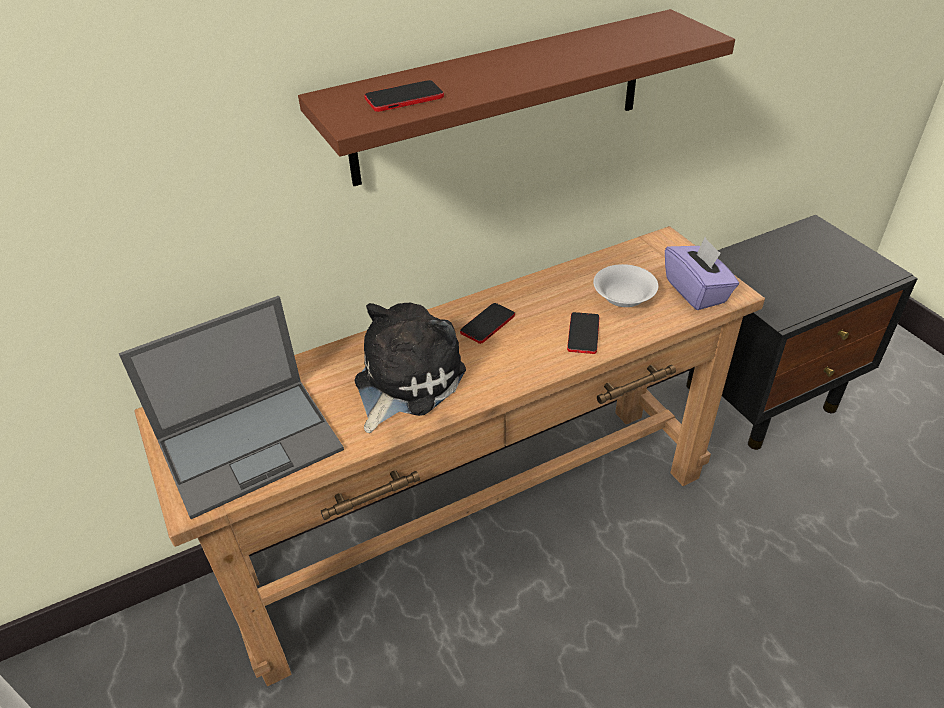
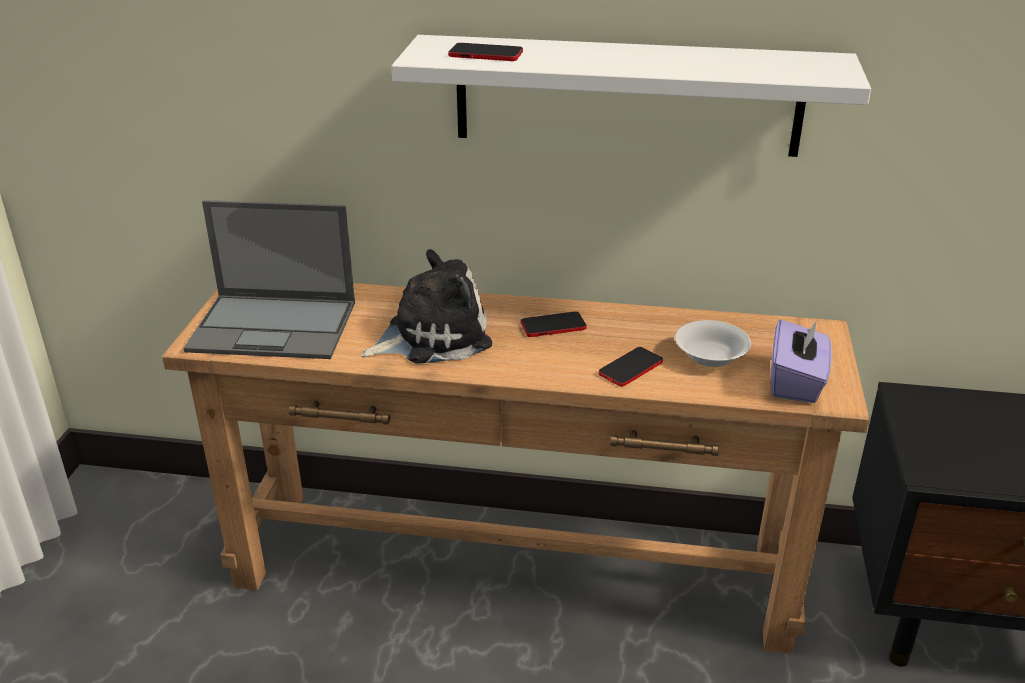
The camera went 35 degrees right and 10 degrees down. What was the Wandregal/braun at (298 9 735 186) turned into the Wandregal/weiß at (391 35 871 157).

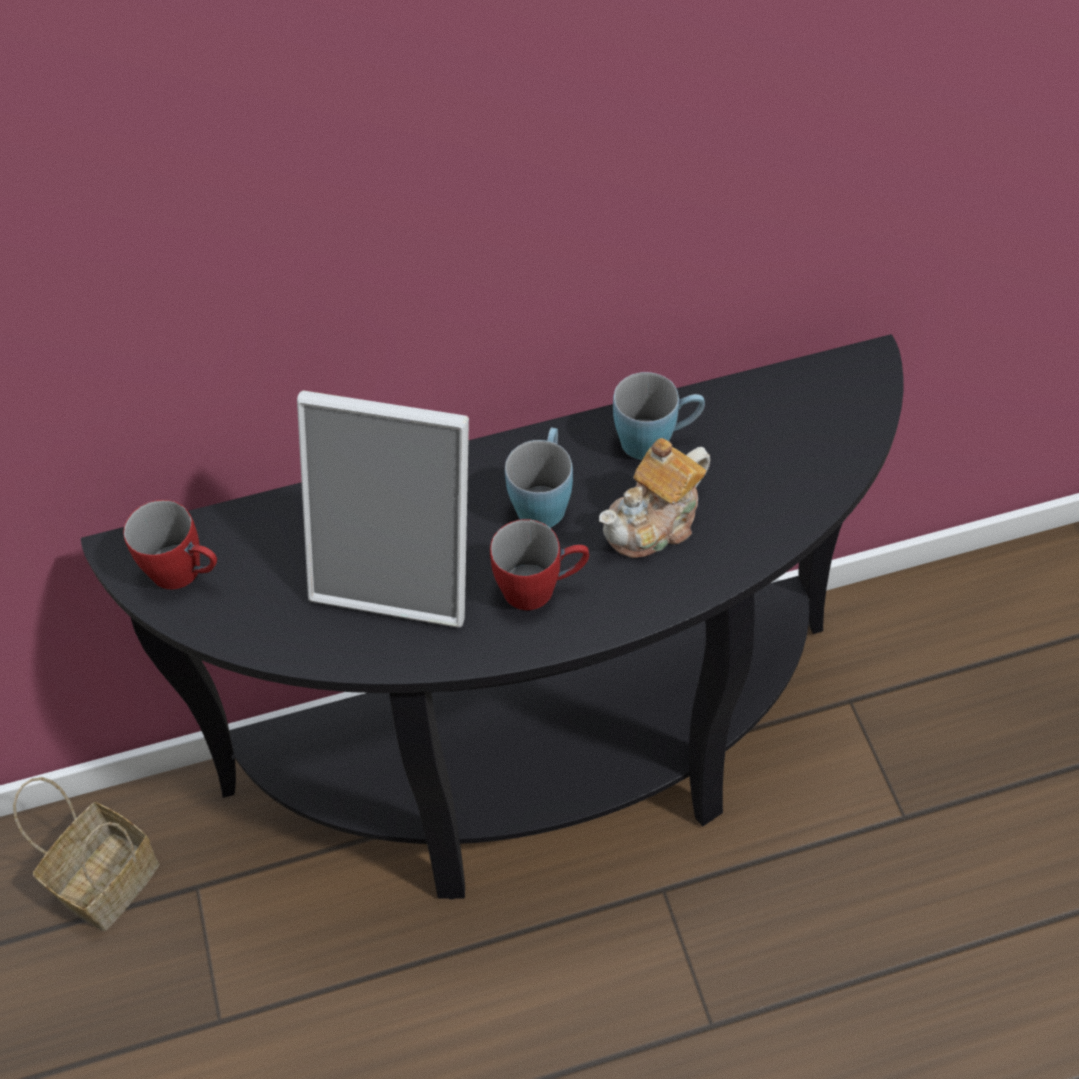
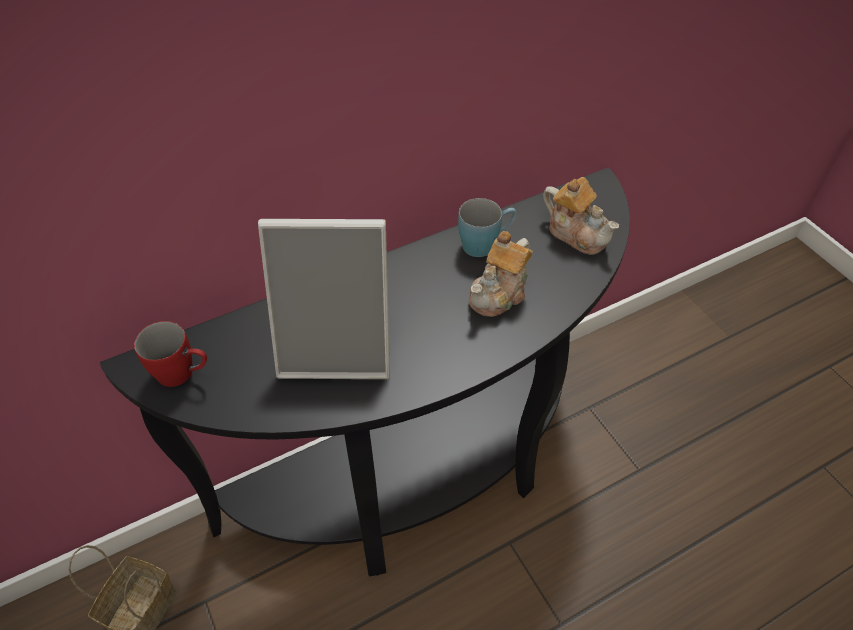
The camera went 15 degrees left and 5 degrees down. The second view lost the Henkelbecher/blau at (505 427 573 528). The second view lost the Henkelbecher/rot at (490 519 589 610). The second view gained the Teekanne at (543 177 619 255).

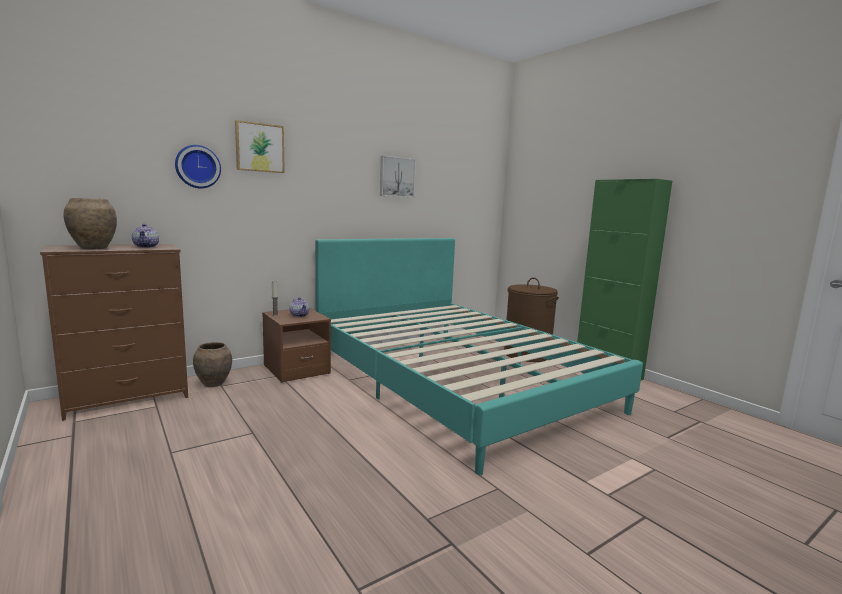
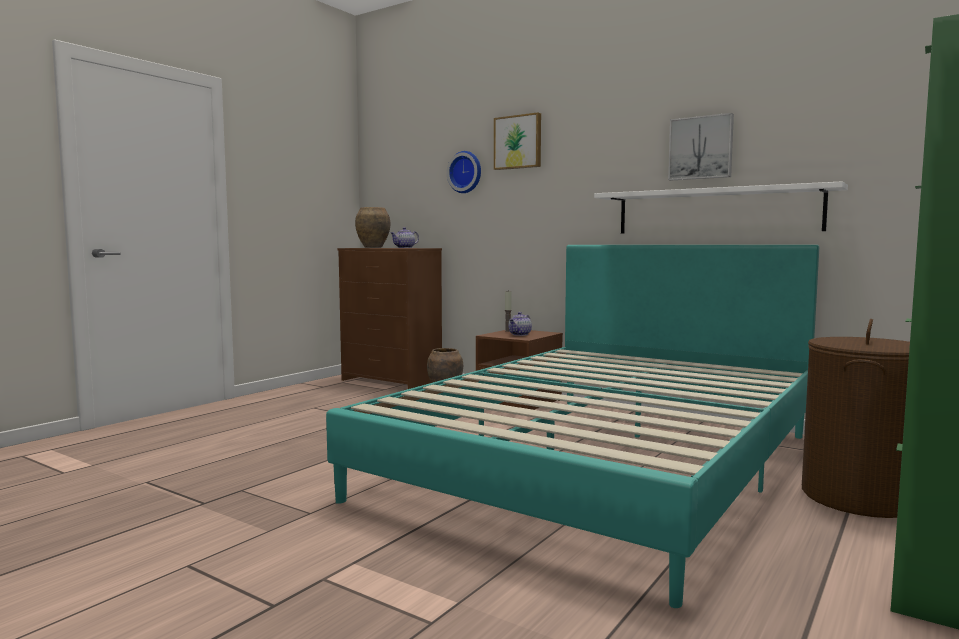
The camera went 70 degrees right and 5 degrees down. The second view gained the Wandregal/weiß at (594 181 848 233).

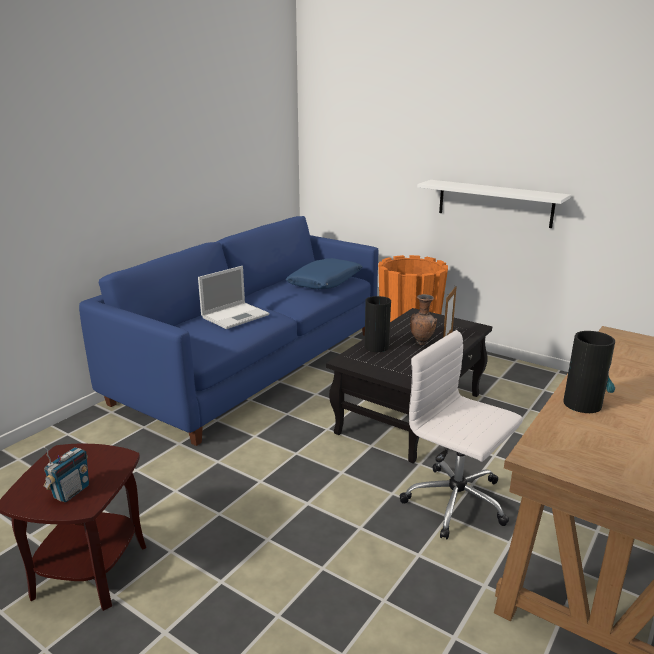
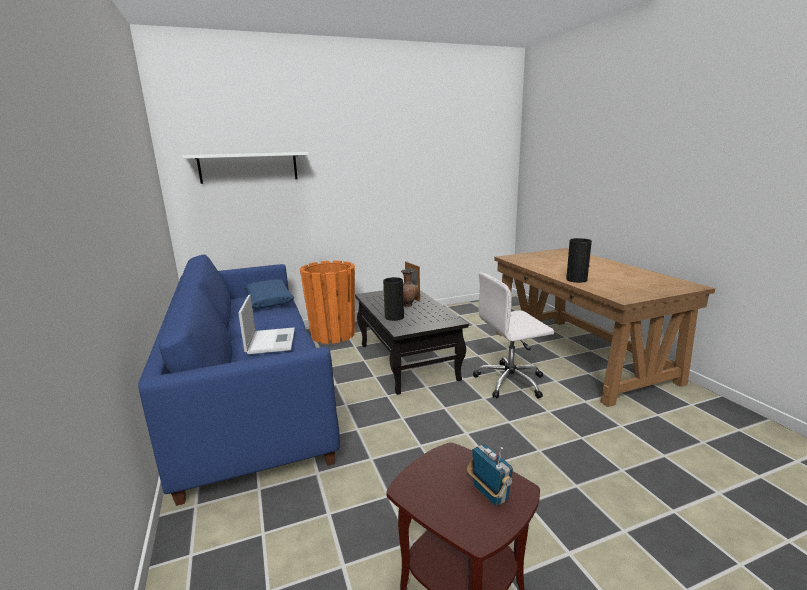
The camera went 55 degrees left and 5 degrees down. The Wandregal/weiß ended up elsewhere, having gone from (417 180 571 228) to (182 152 309 184).

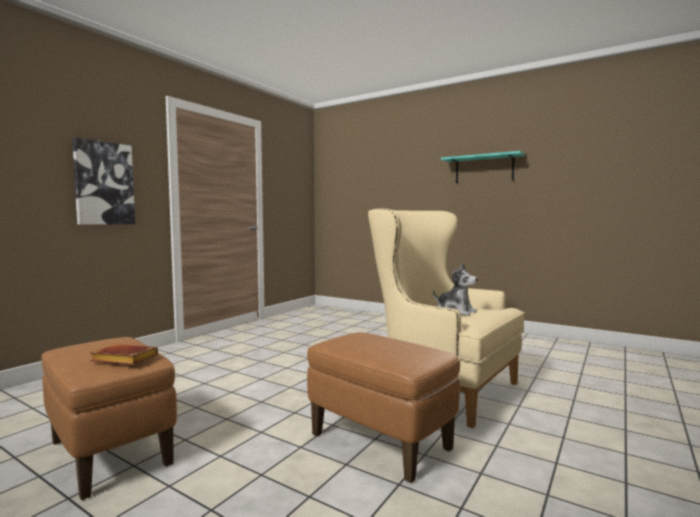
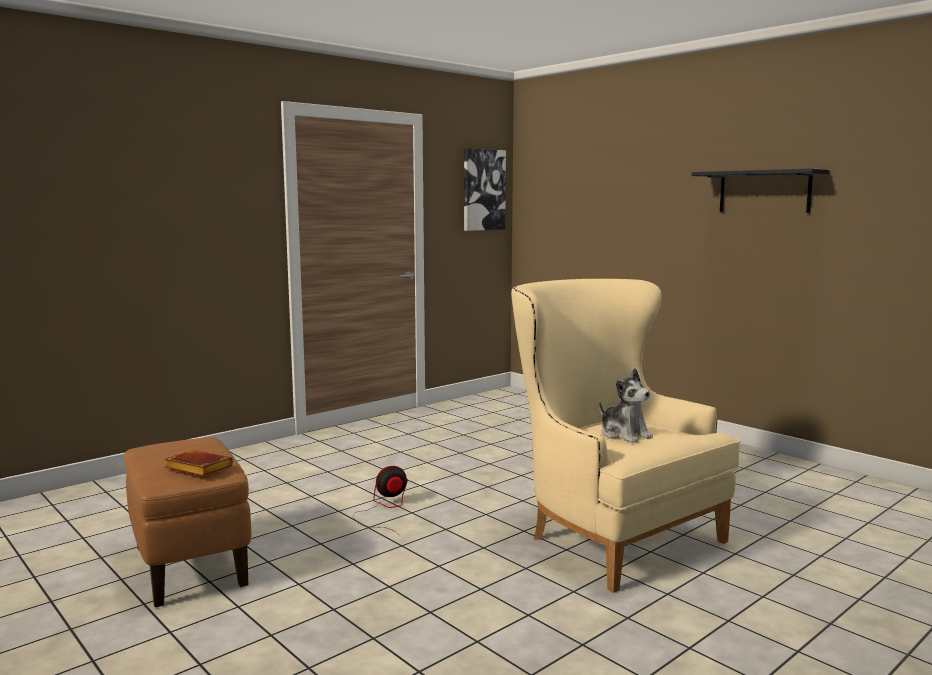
The camera went 15 degrees right and 5 degrees up. The Bild ended up elsewhere, having gone from (72 137 135 225) to (464 148 506 231). What was the Wandregal/türkis at (441 151 525 183) turned into the Wandregal/schwarz at (692 168 829 213). The second view lost the Polsterhocker/braun at (307 332 460 483). The second view gained the Ventilator at (353 466 408 536).

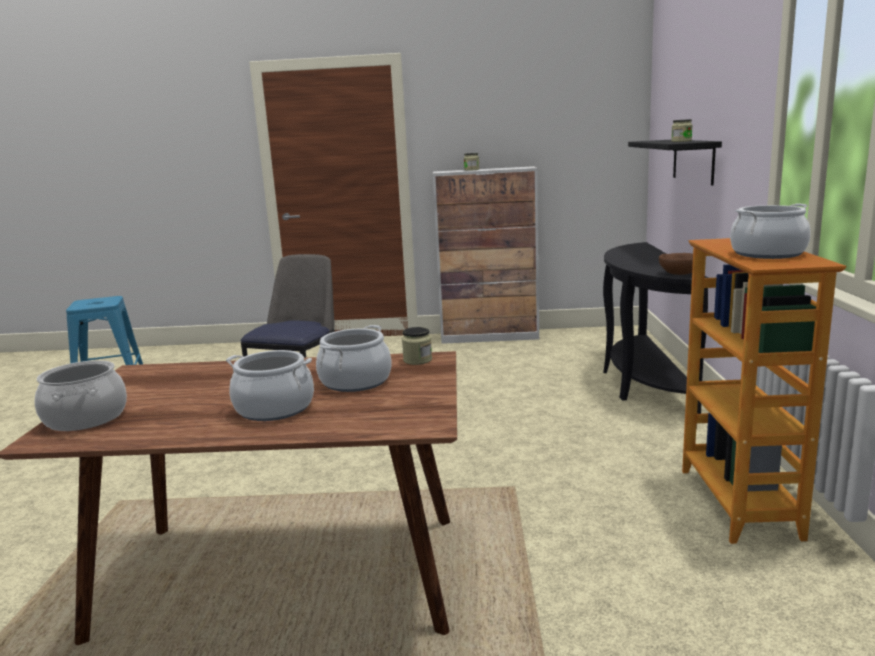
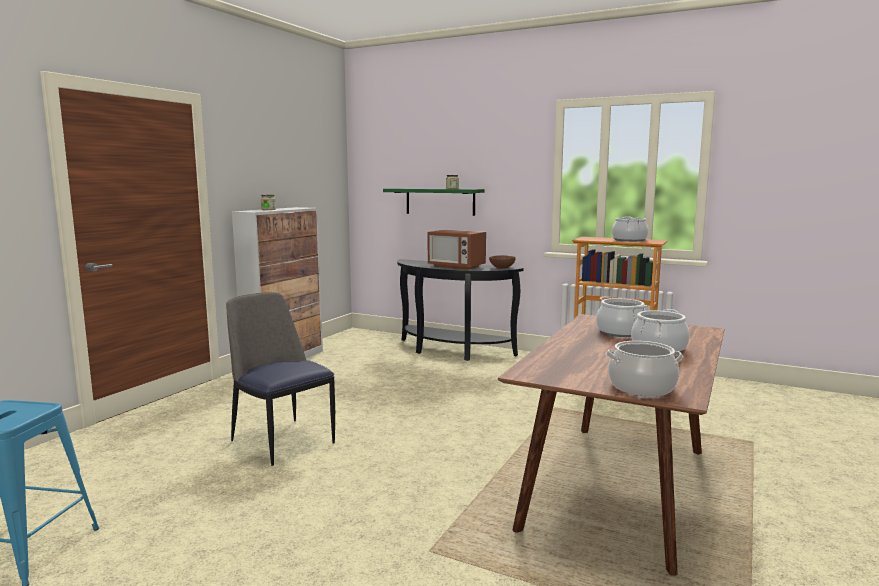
The camera went 65 degrees left and 5 degrees down. What was the Wandregal/schwarz at (628 140 722 186) turned into the Wandregal/grün at (383 188 485 216). The second view lost the Vorratsglas at (402 327 432 365). The second view gained the Mikrowelle at (428 230 486 270).

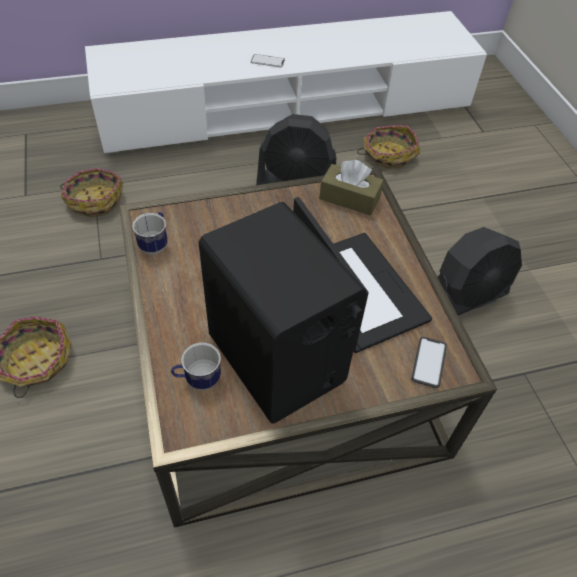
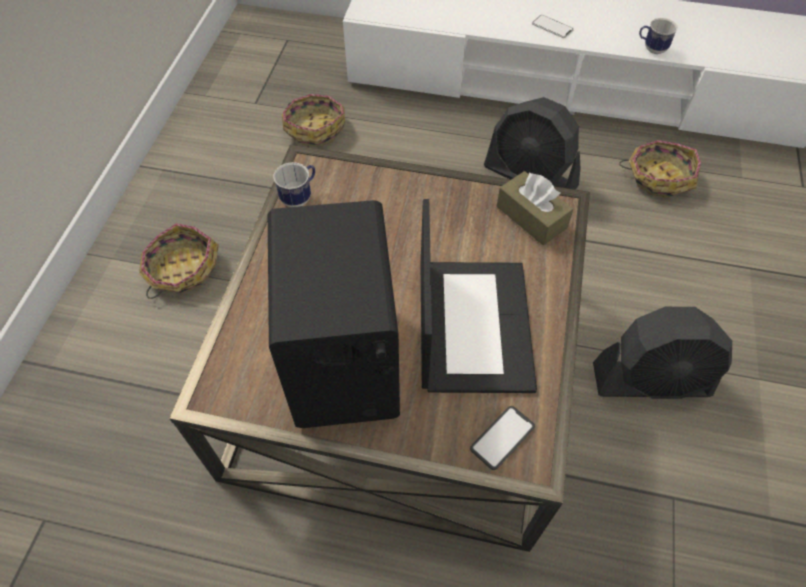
The camera went 30 degrees right and 5 degrees up. The Henkelbecher ended up elsewhere, having gone from (171 343 221 390) to (639 18 678 54).

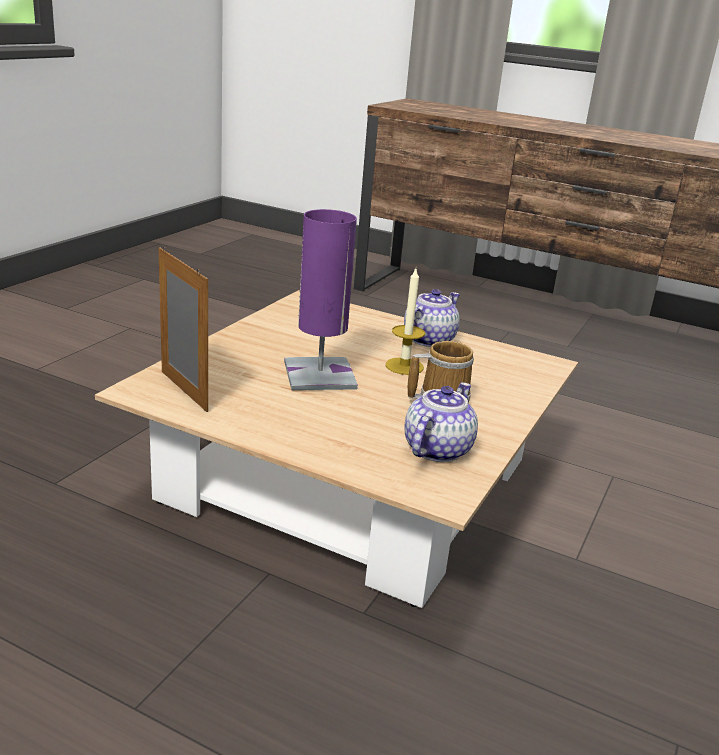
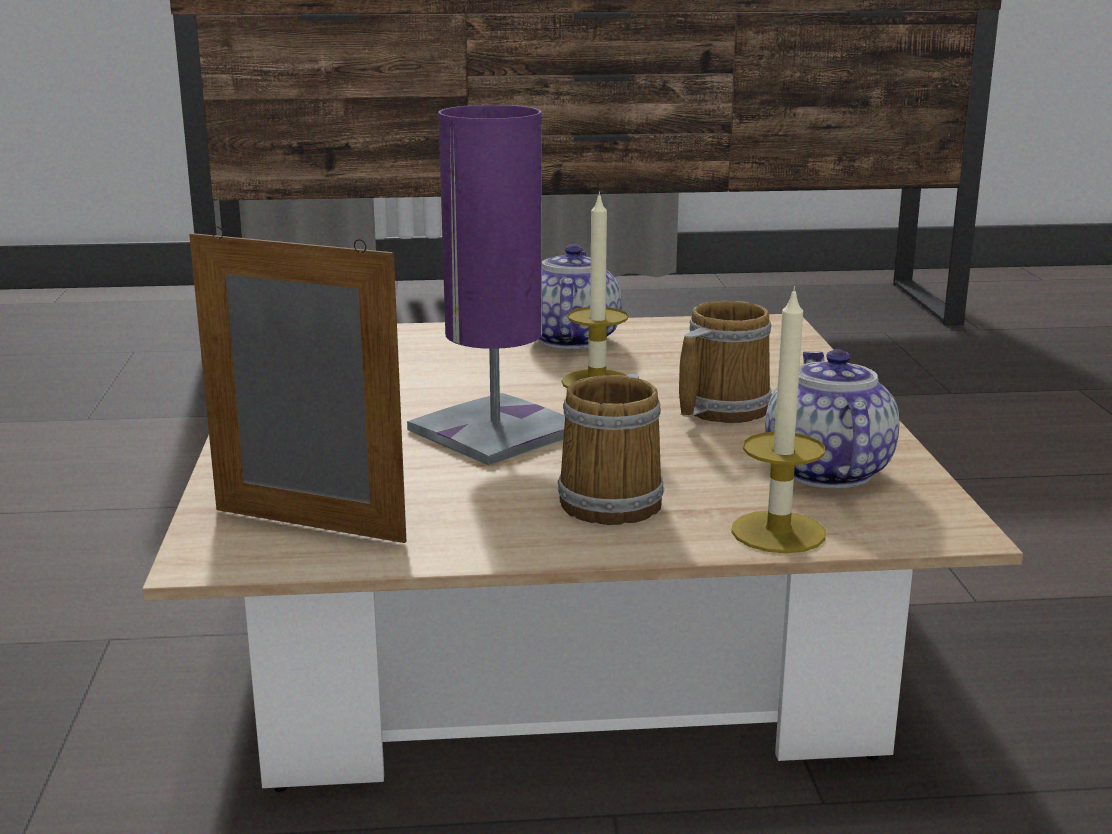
The camera went 30 degrees left and 5 degrees down. The second view gained the Kerze at (731 286 826 553). The second view gained the Henkelbecher at (557 374 664 525).

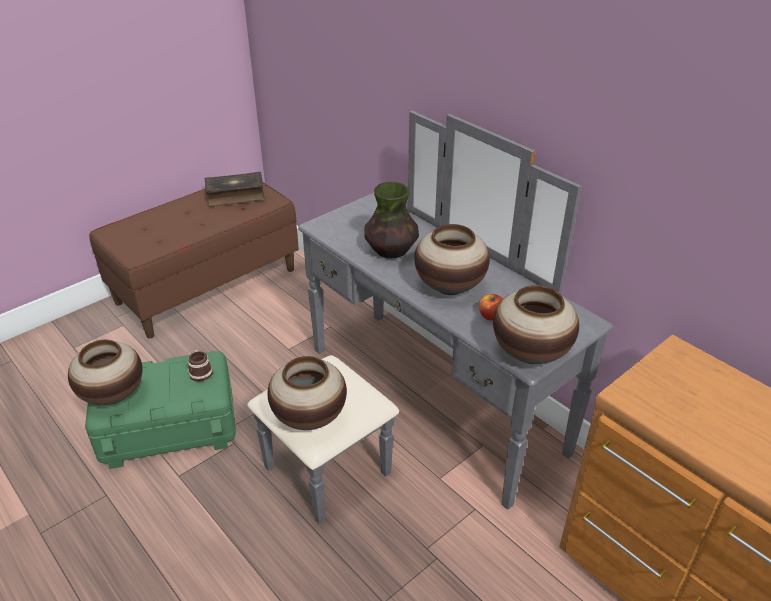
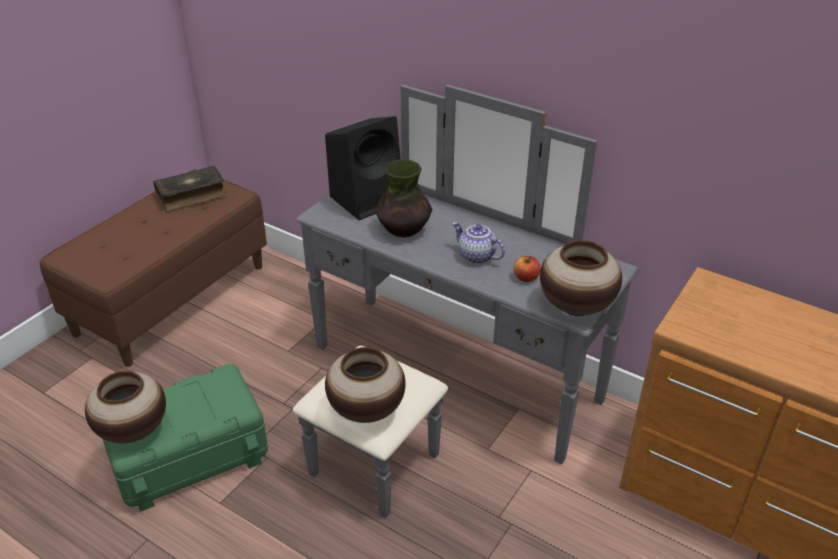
The camera went 15 degrees left and 0 degrees up. Where the Vase stood at (414 224 490 295), the Teekanne came to stand at (452 222 505 264). The second view lost the Henkelbecher at (188 349 213 382). The second view gained the Lautsprecher/schwarz at (325 116 401 220).

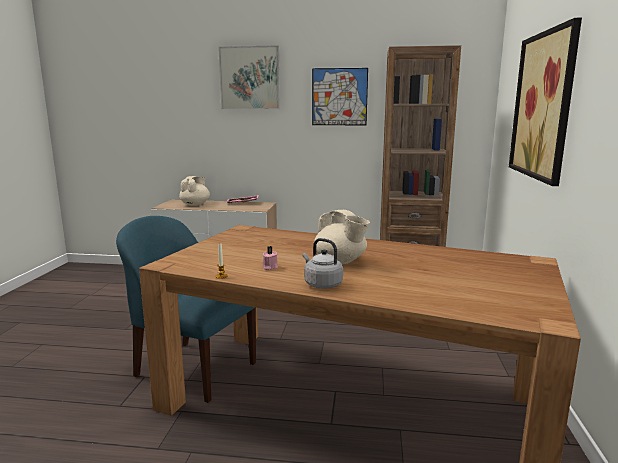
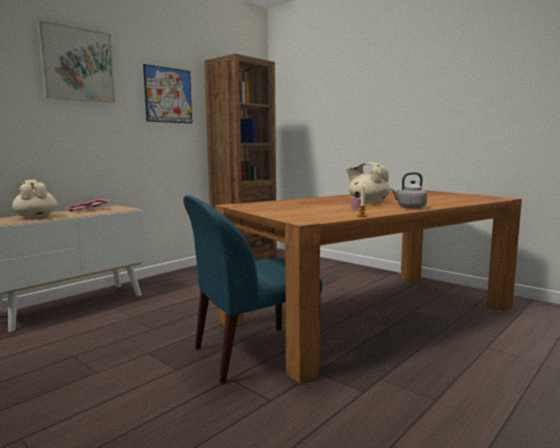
The camera went 55 degrees left and 5 degrees down. The second view lost the Bild at (509 18 582 186). The Teekanne/beige at (314 210 370 264) ended up facing another way, 135 degrees counterclockwise from before.

